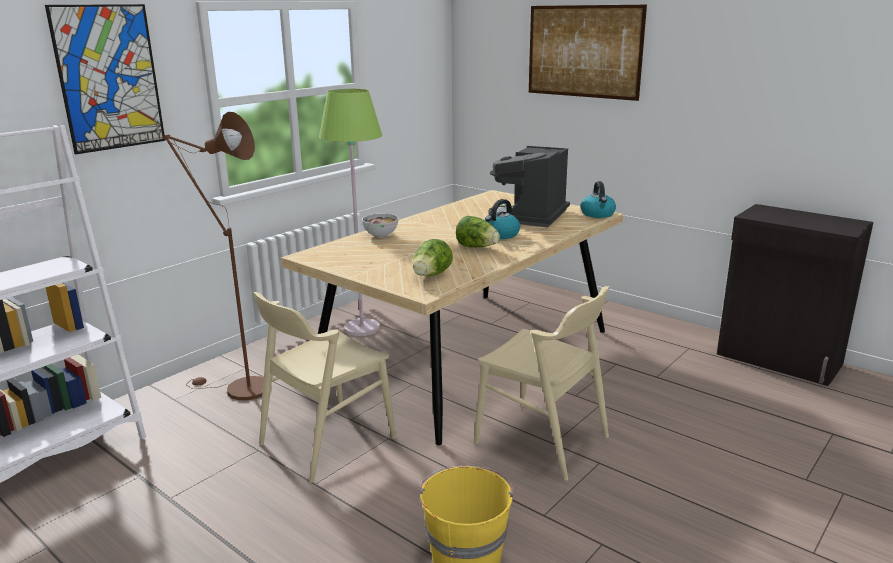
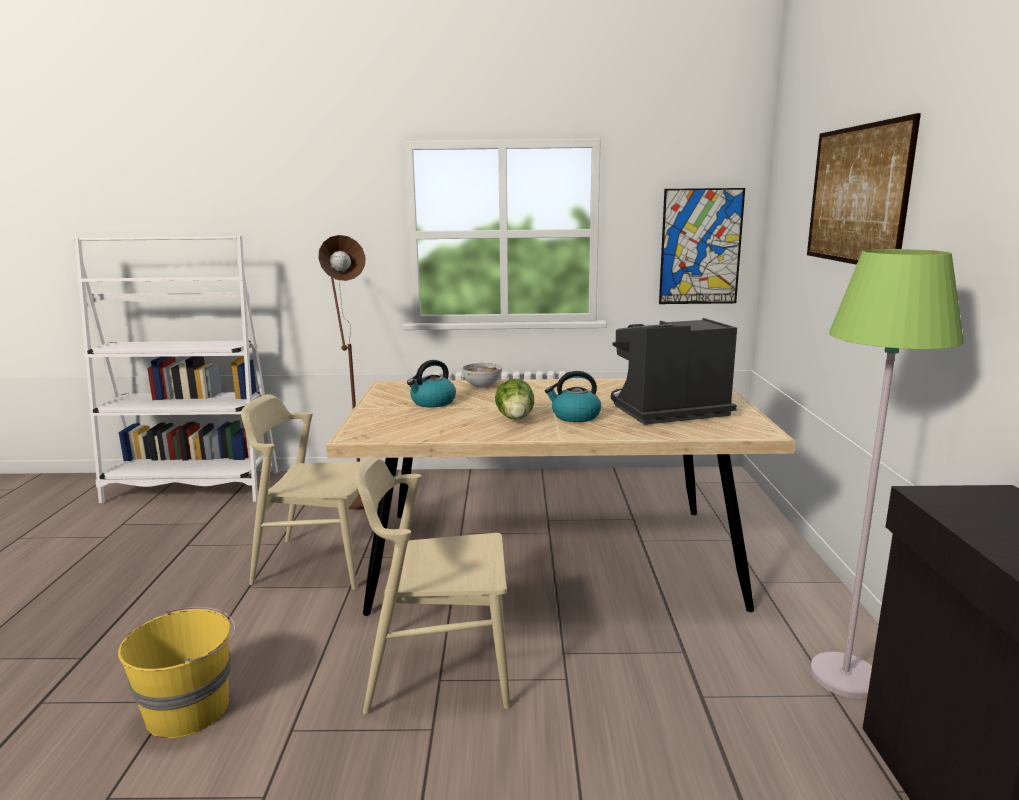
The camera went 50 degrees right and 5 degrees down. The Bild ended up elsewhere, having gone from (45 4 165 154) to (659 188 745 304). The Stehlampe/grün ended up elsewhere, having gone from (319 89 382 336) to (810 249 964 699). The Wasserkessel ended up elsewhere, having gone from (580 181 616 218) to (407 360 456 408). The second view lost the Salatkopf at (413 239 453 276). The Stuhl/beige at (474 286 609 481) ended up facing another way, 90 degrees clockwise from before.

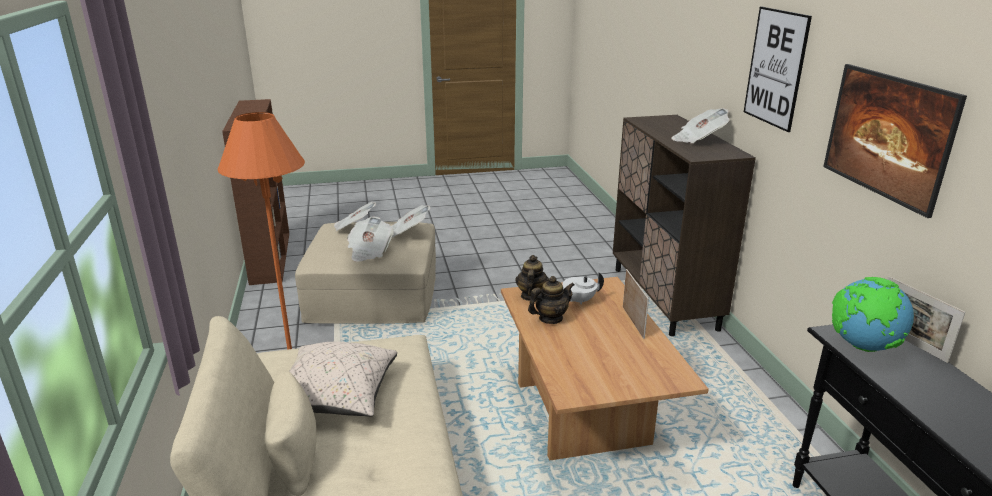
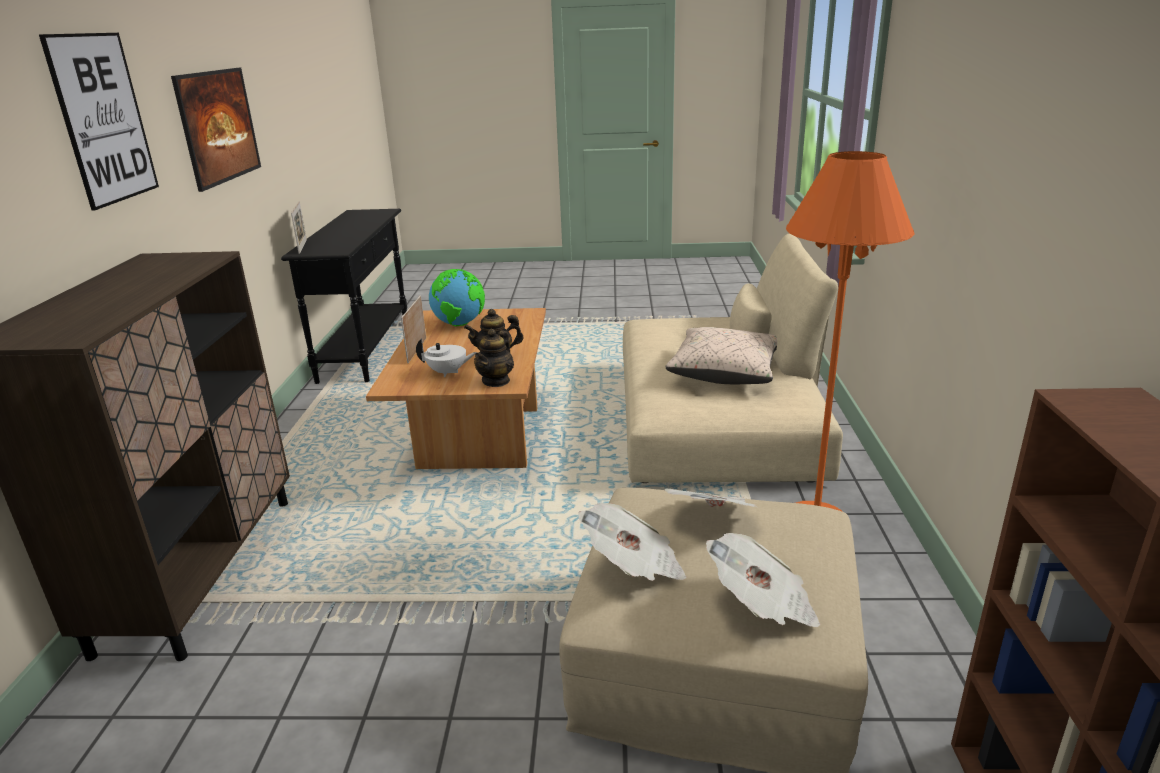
The camera went 165 degrees left and 0 degrees up. The second view lost the Zeitung at (671 108 729 143). The Globus ended up elsewhere, having gone from (832 277 914 352) to (429 269 485 326).

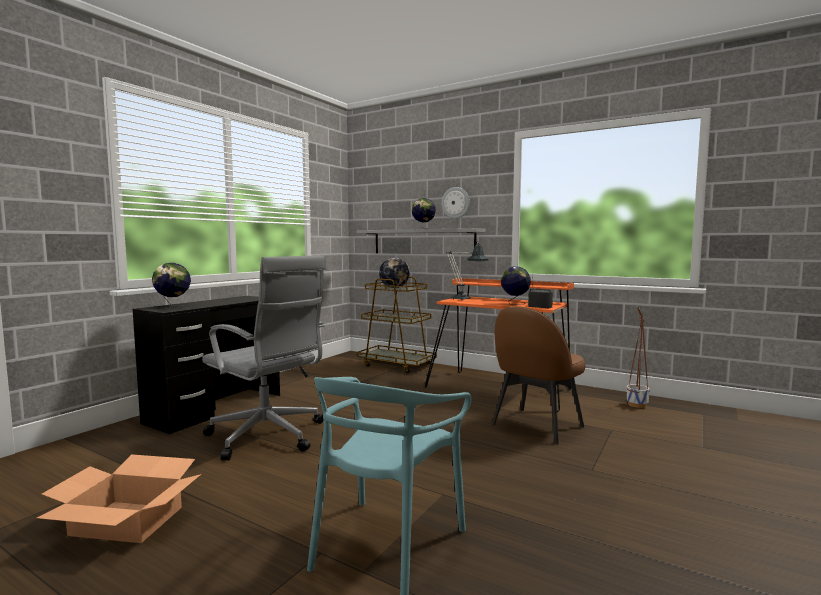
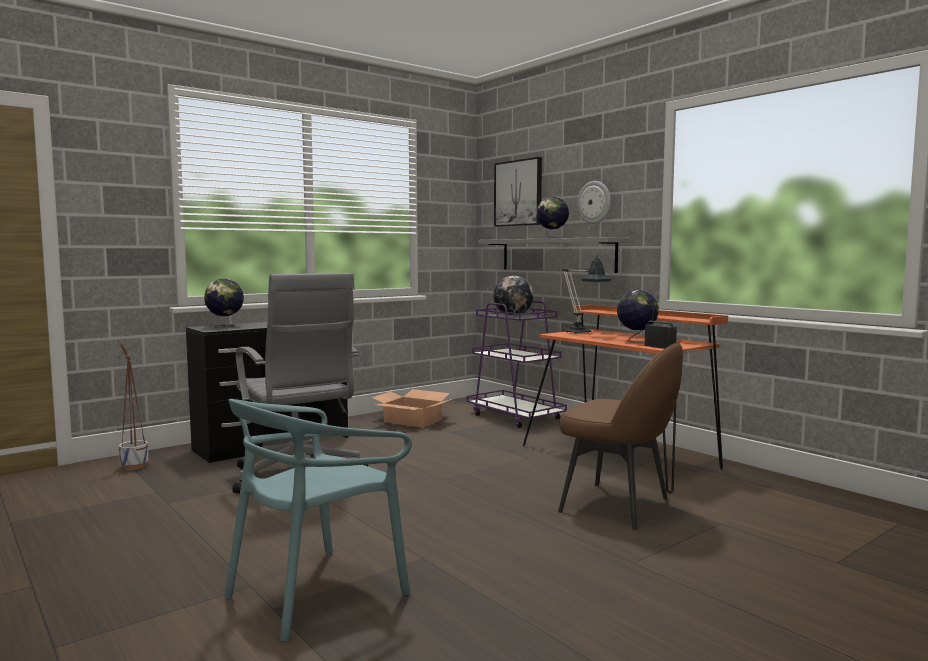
The camera went 20 degrees right and 0 degrees up. What was the Rollwagen/braun at (357 277 437 374) turned into the Rollwagen/lila at (467 301 567 428). The Stuhl/braun at (492 306 585 445) ended up facing another way, 120 degrees counterclockwise from before. The Pflanzkübel ended up elsewhere, having gone from (626 307 650 408) to (118 341 149 470). The Karton ended up elsewhere, having gone from (37 454 201 543) to (371 389 455 428). The second view gained the Bild at (494 157 542 227).

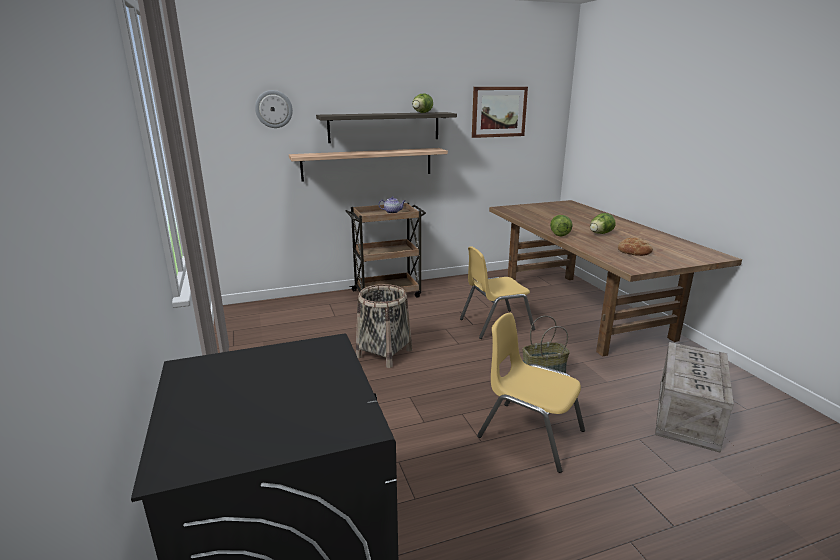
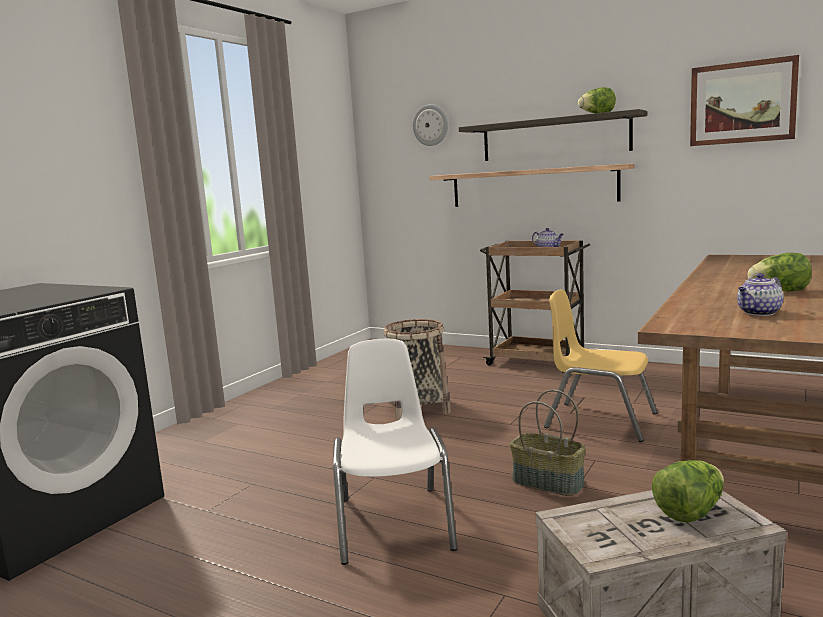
The camera went 50 degrees right and 10 degrees down. The Salatkopf ended up elsewhere, having gone from (550 215 573 236) to (652 460 724 523). Where the Brot stood at (618 237 653 256), the Teekanne came to stand at (737 273 784 316). What was the Stuhl/gelb at (477 313 585 473) turned into the Stuhl/weiß at (333 339 457 565).

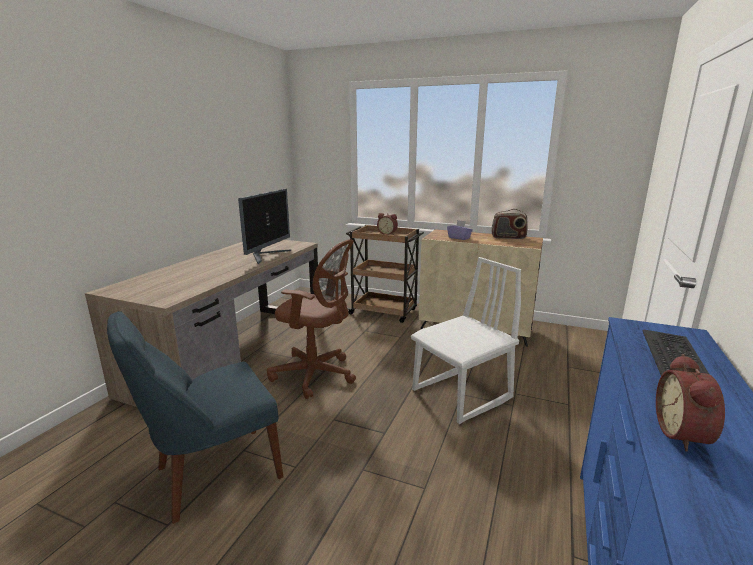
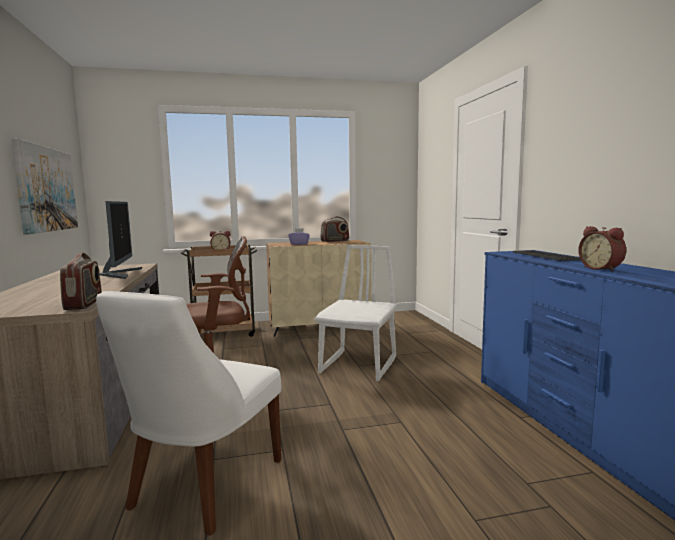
The camera went 35 degrees left and 10 degrees down. What was the Stuhl/blau at (107 311 283 524) turned into the Stuhl/weiß at (96 291 281 536). The second view gained the Bild at (12 138 78 235). The second view gained the Radio at (60 253 102 310).

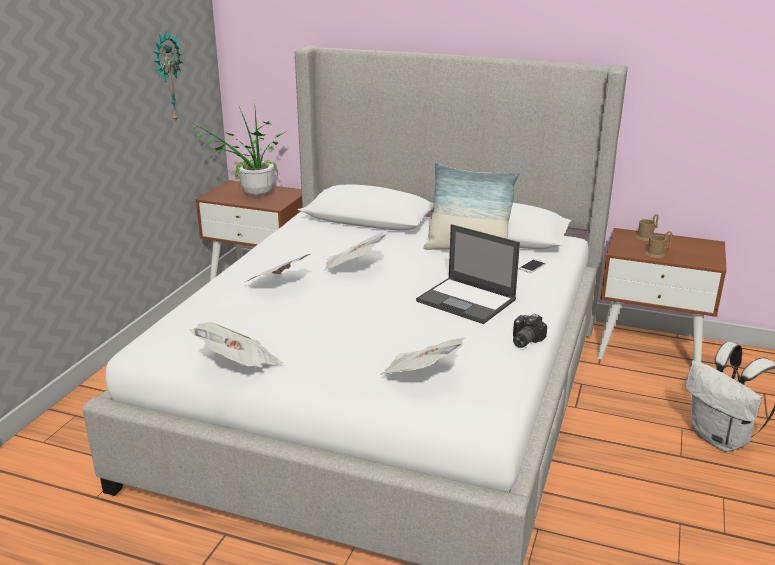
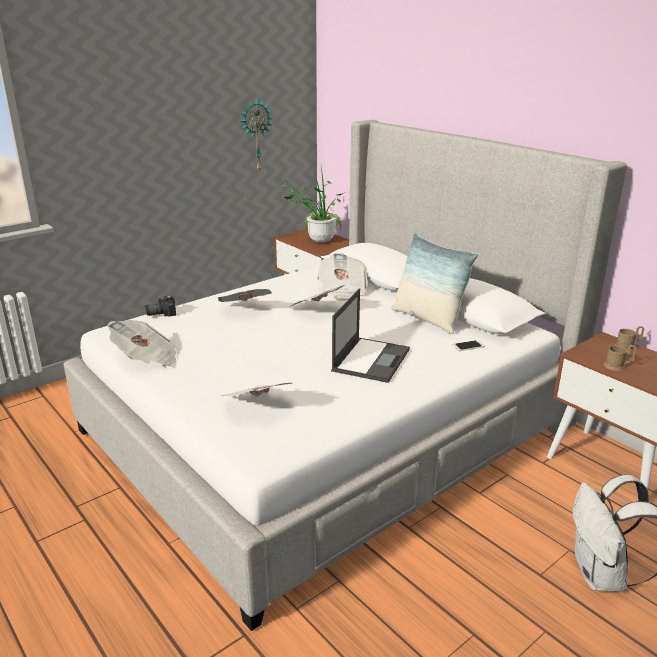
The camera went 30 degrees right and 0 degrees up. The Laptop at (416 224 520 324) ended up facing another way, 135 degrees counterclockwise from before. The Kamera ended up elsewhere, having gone from (513 314 547 348) to (146 296 176 317). The second view gained the Zeitung at (317 253 368 301).

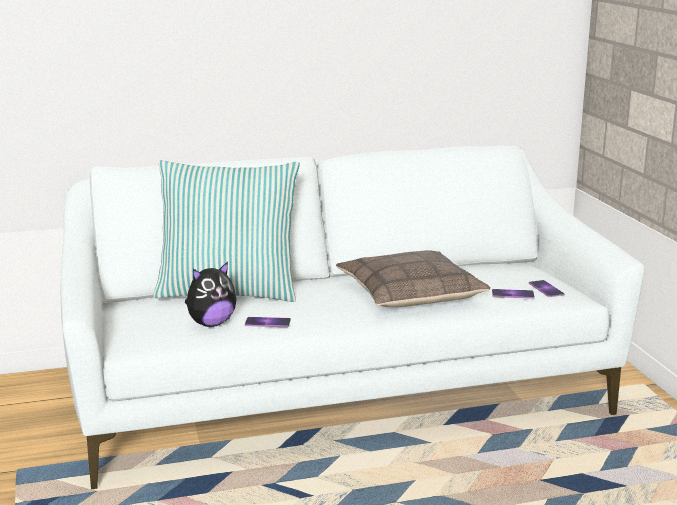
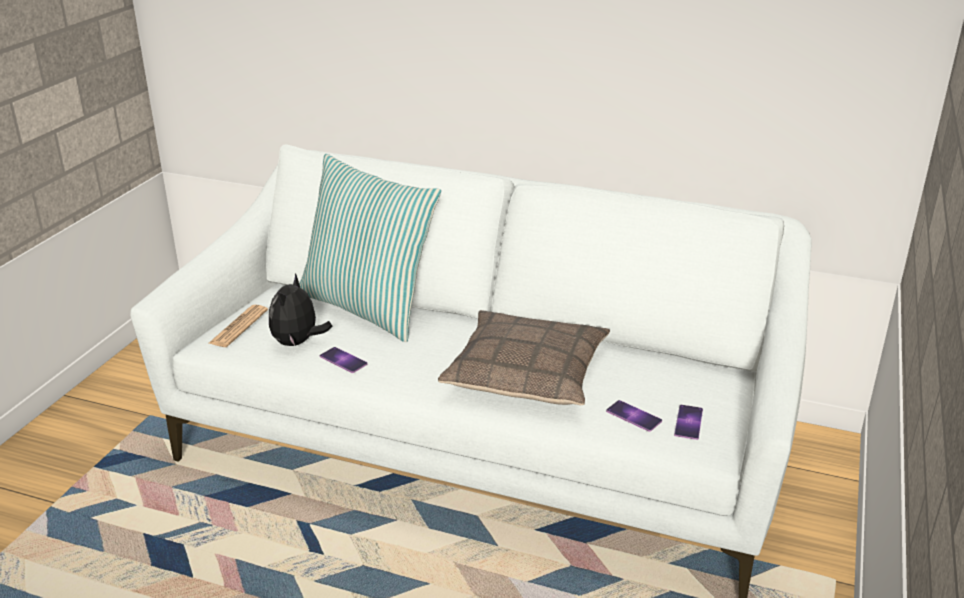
The camera went 35 degrees right and 10 degrees up. The Plüschtier at (185 262 237 327) ended up facing another way, 105 degrees clockwise from before. The second view gained the Zeitung at (208 305 268 347).

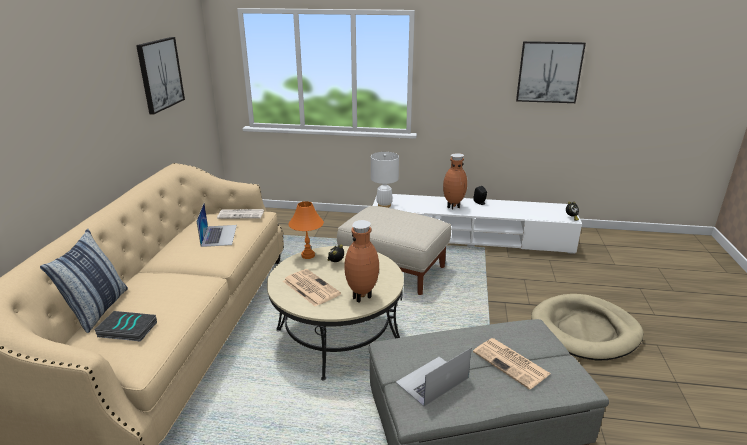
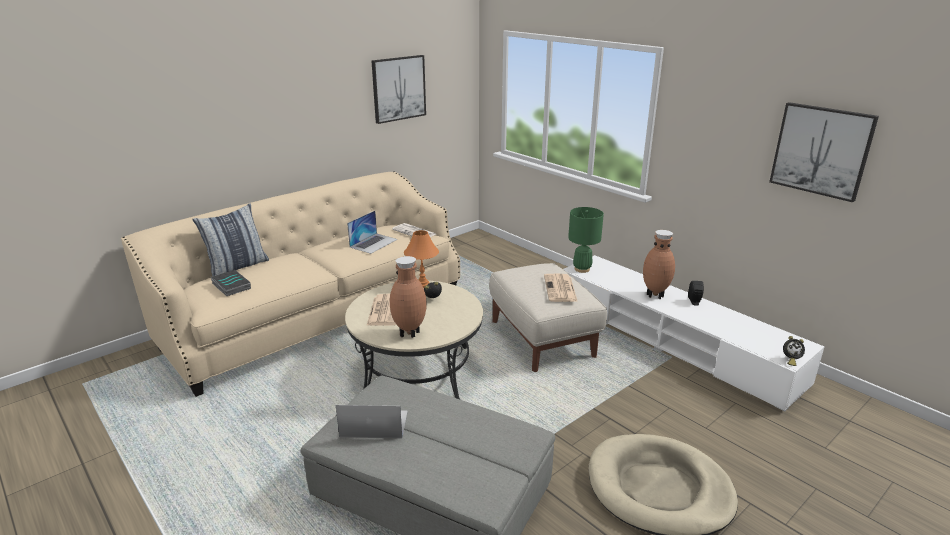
The camera went 40 degrees right and 0 degrees up. What was the Tischlampe/weiß at (371 152 399 208) turned into the Tischlampe/grün at (568 207 604 273). The Zeitung ended up elsewhere, having gone from (473 338 551 389) to (544 273 578 302).

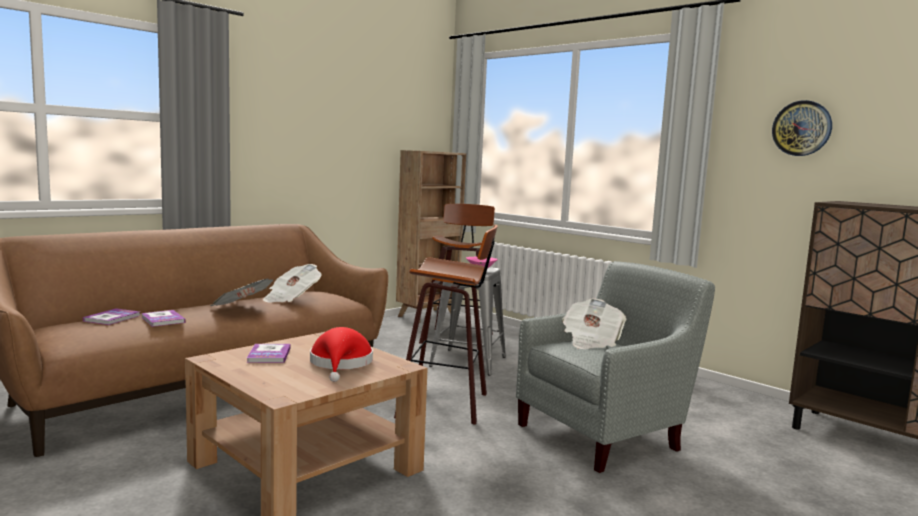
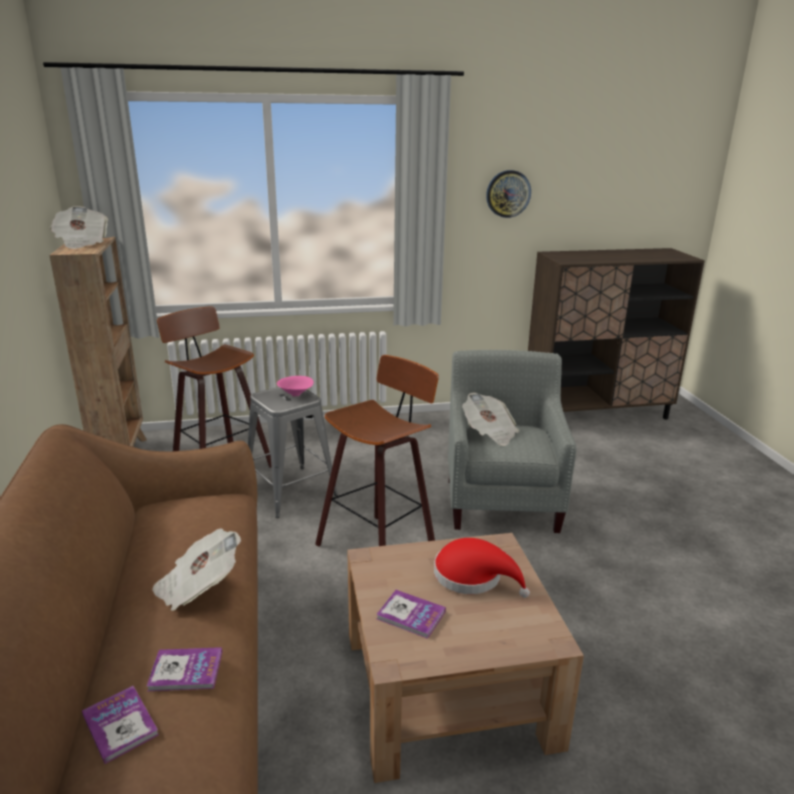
The camera went 55 degrees left and 15 degrees up. The Zeitung ended up elsewhere, having gone from (263 264 322 302) to (50 206 108 249).

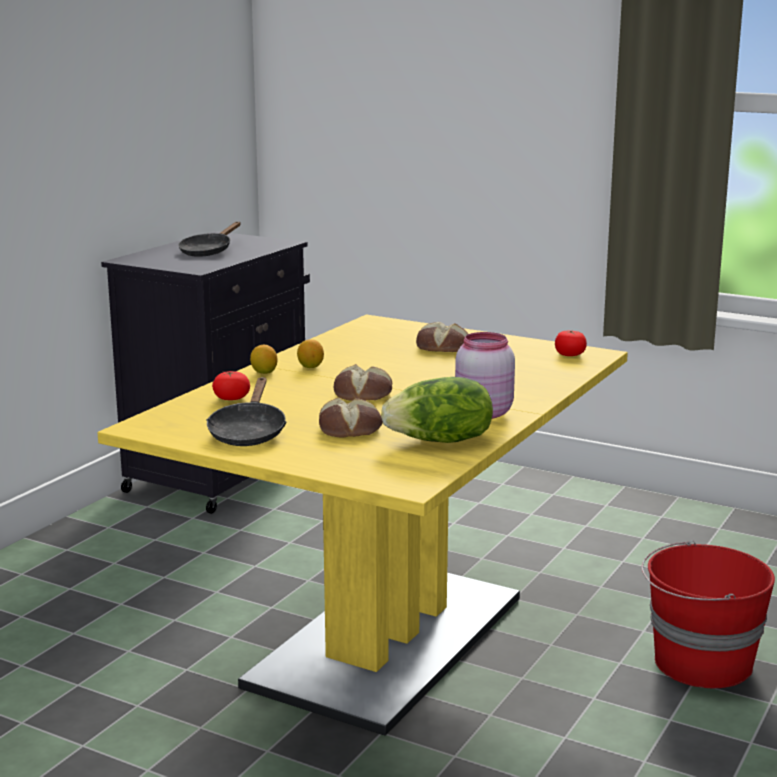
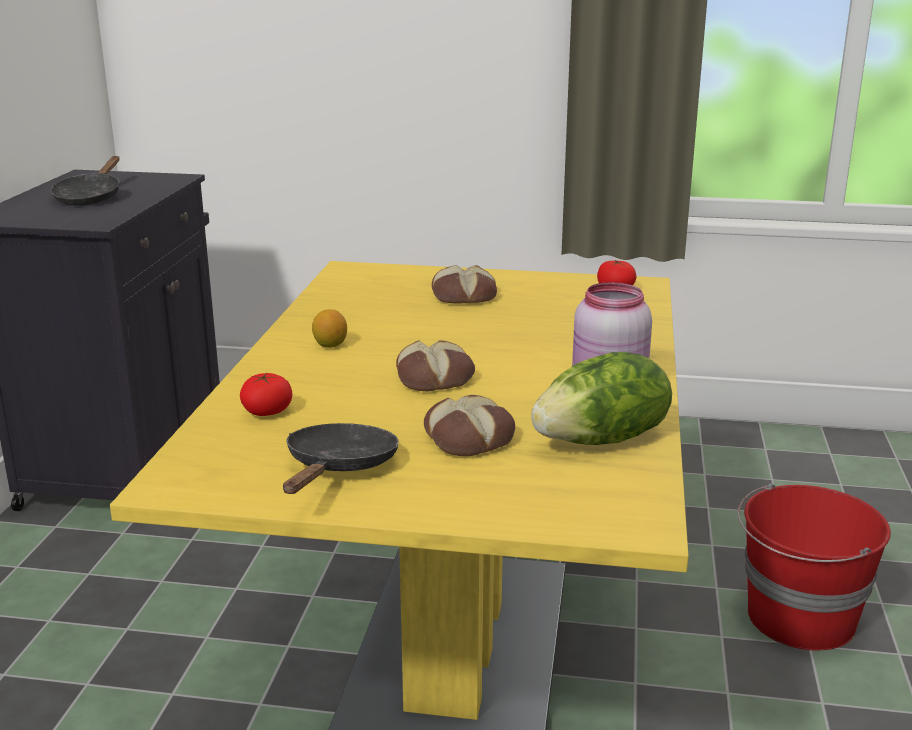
The camera went 20 degrees left and 5 degrees up. The second view lost the Zitrone at (250 345 278 374). The Pfanne/schwarz at (206 377 287 446) ended up facing another way, 150 degrees counterclockwise from before.

